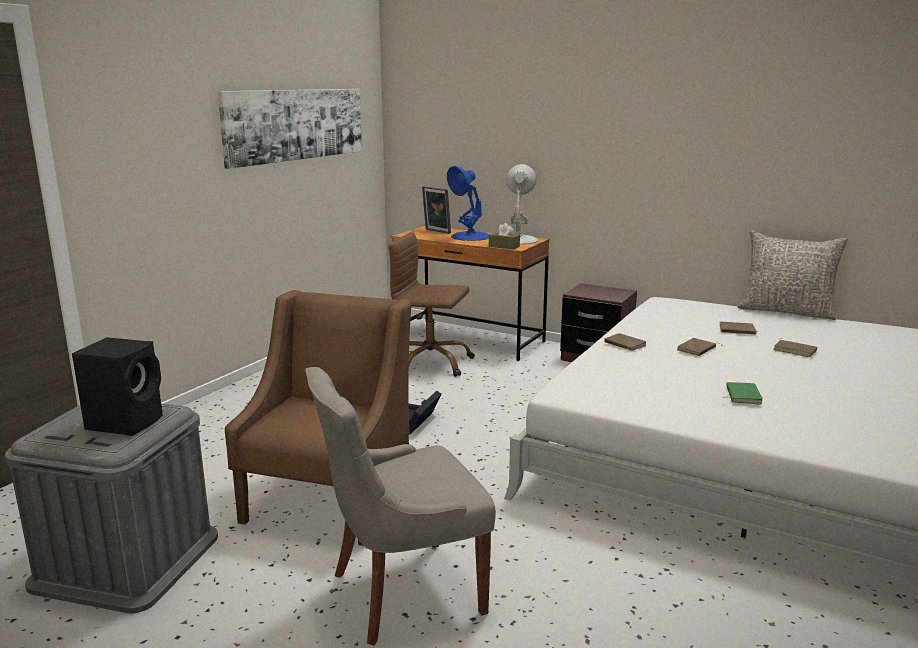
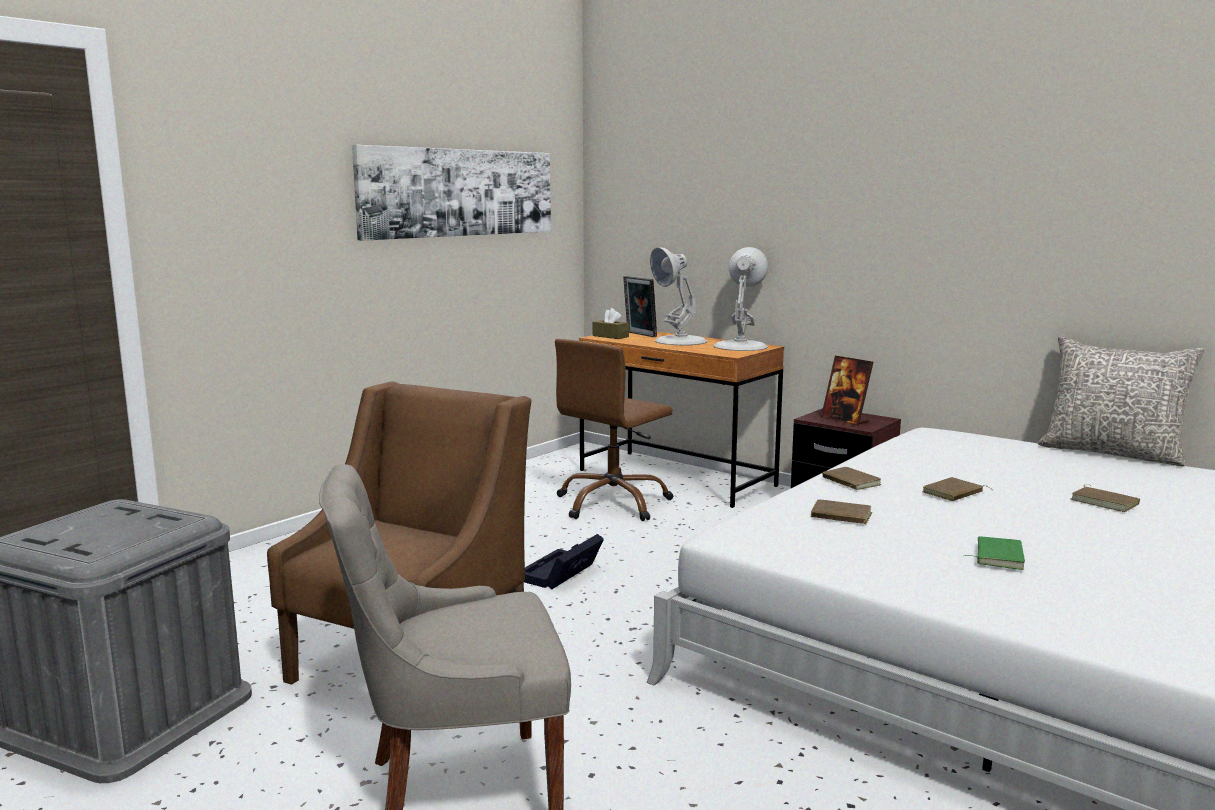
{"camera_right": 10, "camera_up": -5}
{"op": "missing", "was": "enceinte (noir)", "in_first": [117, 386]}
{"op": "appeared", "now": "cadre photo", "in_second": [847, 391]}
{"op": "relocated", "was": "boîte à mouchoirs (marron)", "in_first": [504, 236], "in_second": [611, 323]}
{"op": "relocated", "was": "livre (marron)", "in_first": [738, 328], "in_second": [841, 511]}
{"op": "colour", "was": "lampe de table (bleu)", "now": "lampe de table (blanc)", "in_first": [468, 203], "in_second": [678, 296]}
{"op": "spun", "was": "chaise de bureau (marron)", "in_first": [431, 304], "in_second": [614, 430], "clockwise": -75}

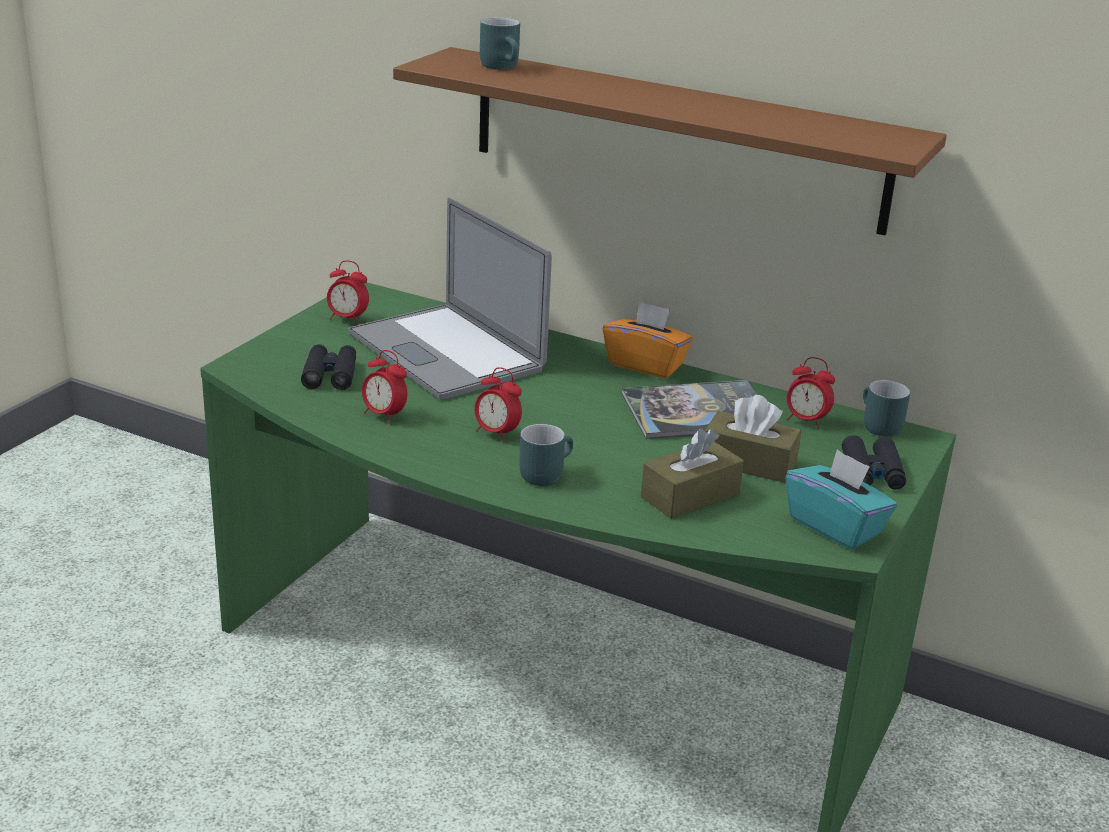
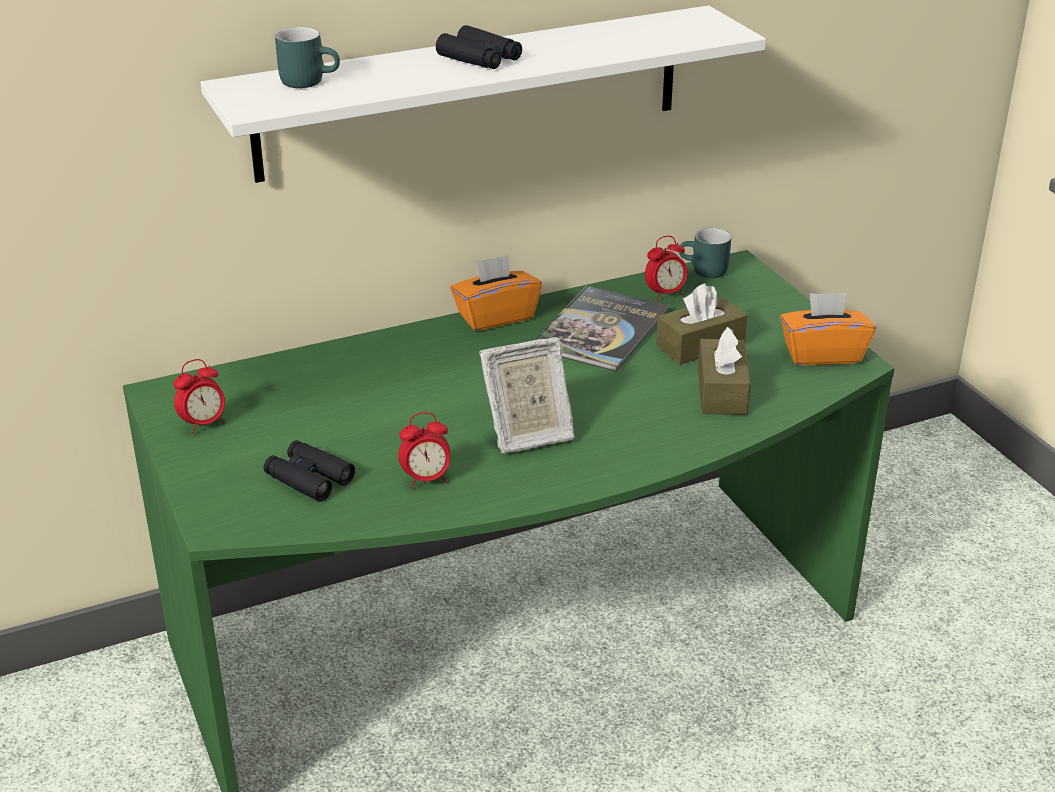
{"camera_right": -50, "camera_up": 5}
{"op": "missing", "was": "ordinateur portable", "in_first": [450, 298]}
{"op": "missing", "was": "mug (turquoise)", "in_first": [546, 455]}
{"op": "relocated", "was": "jumelles (noir)", "in_first": [874, 462], "in_second": [479, 47]}
{"op": "exchanged", "was": "réveil", "now": "cadre photo", "in_first": [498, 404], "in_second": [527, 395]}
{"op": "colour", "was": "étagère (marron)", "now": "étagère (blanc)", "in_first": [670, 141], "in_second": [483, 94]}
{"op": "colour", "was": "boîte à mouchoirs (turquoise)", "now": "boîte à mouchoirs (orange)", "in_first": [841, 499], "in_second": [827, 328]}

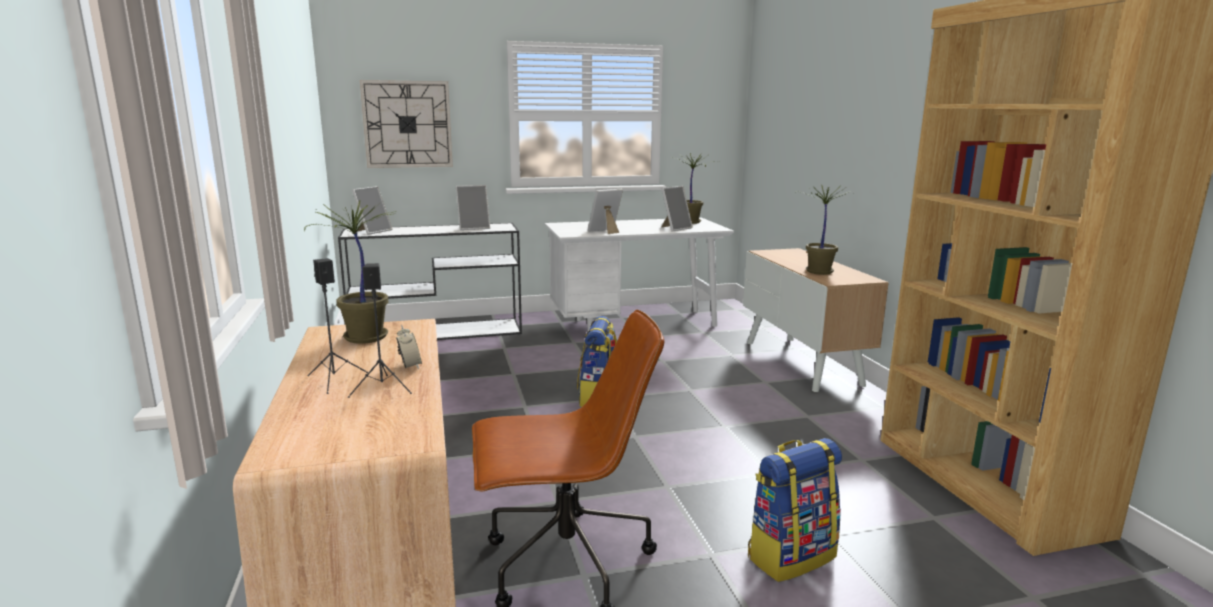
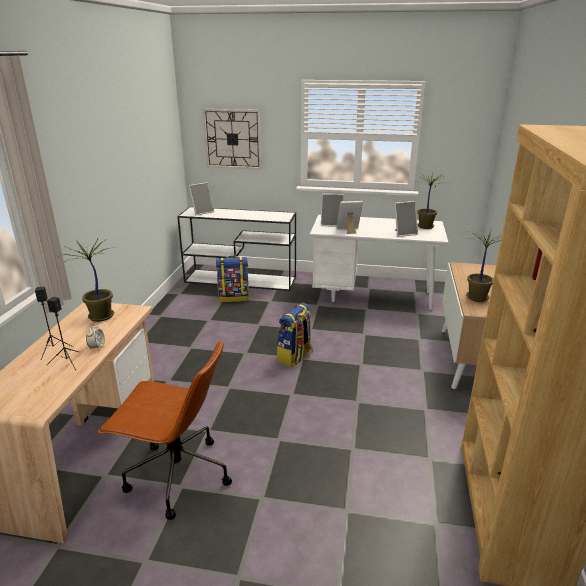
{"camera_right": 25, "camera_up": 10}
{"op": "relocated", "was": "cadre photo", "in_first": [473, 207], "in_second": [332, 210]}
{"op": "relocated", "was": "sac à dos", "in_first": [795, 510], "in_second": [232, 279]}

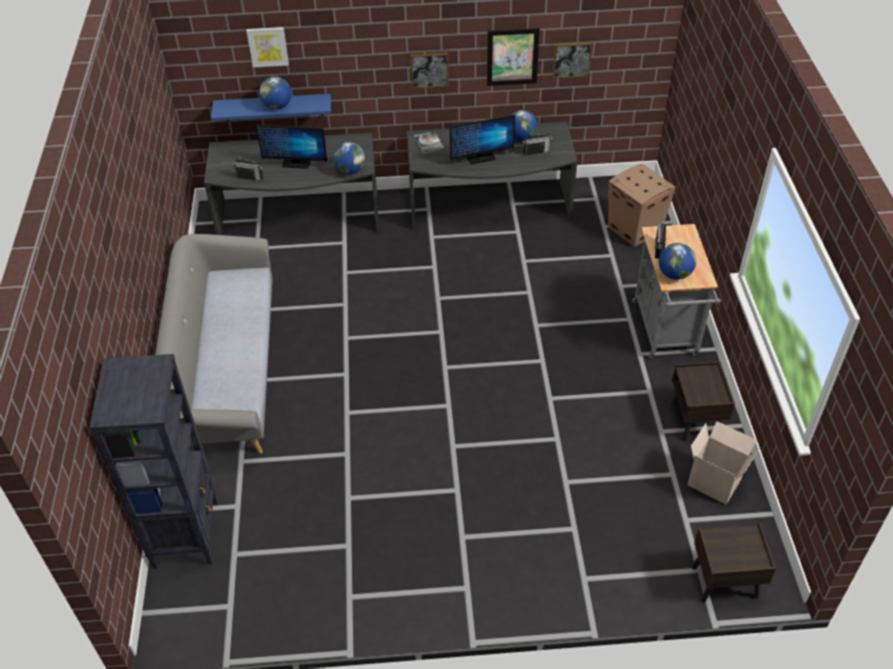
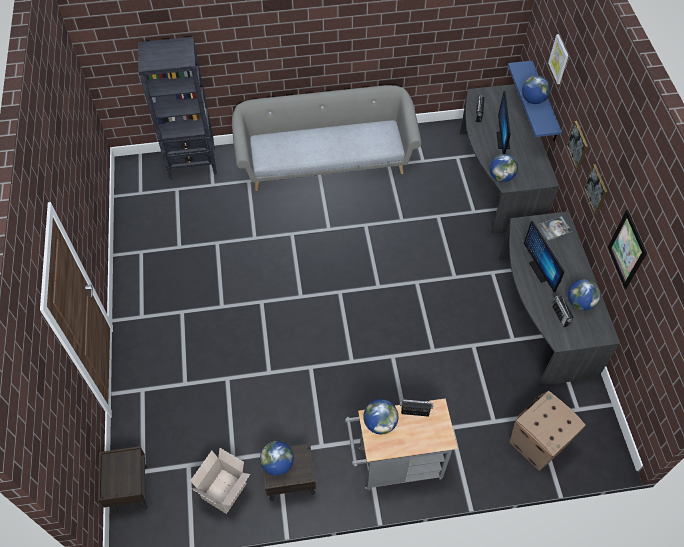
{"camera_right": 85, "camera_up": 10}
{"op": "appeared", "now": "globe", "in_second": [277, 458]}
{"op": "relocated", "was": "tableau", "in_first": [572, 60], "in_second": [577, 145]}

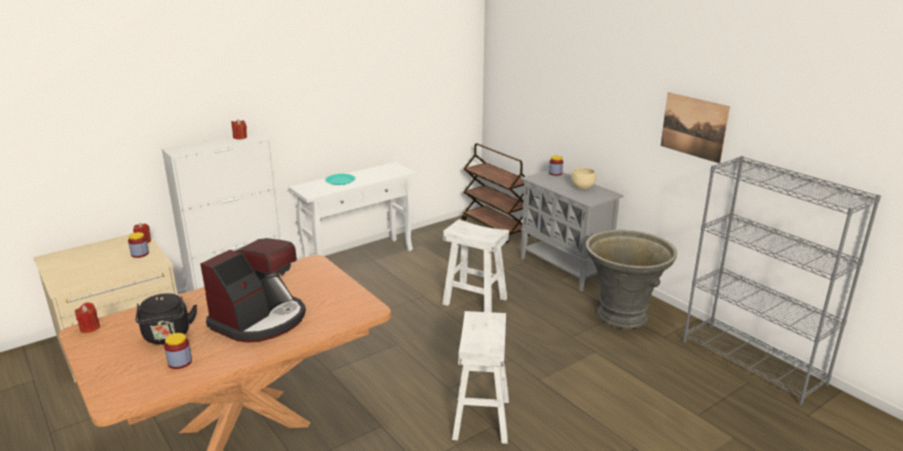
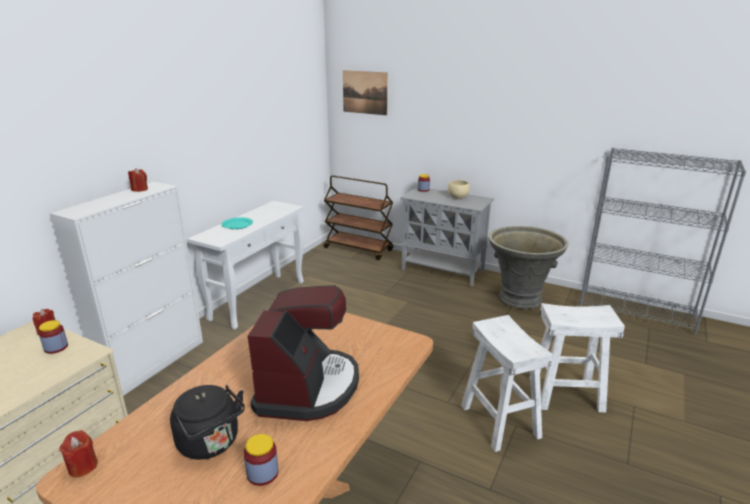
{"camera_right": -25, "camera_up": 0}
{"op": "relocated", "was": "tabouret (blanc)", "in_first": [475, 265], "in_second": [577, 357]}
{"op": "relocated", "was": "tableau", "in_first": [695, 128], "in_second": [365, 92]}

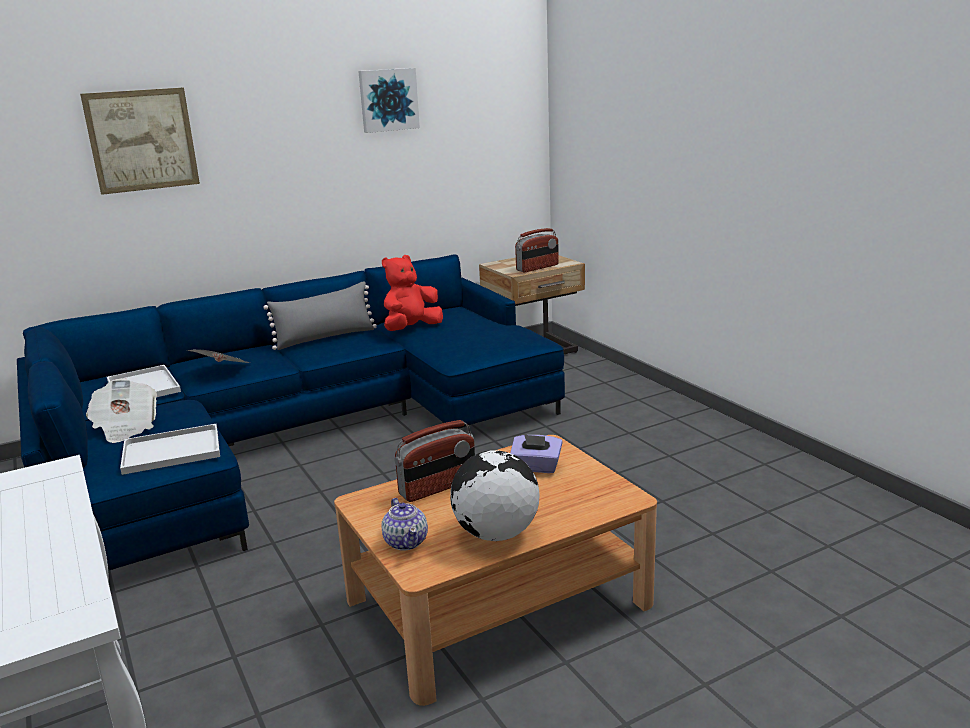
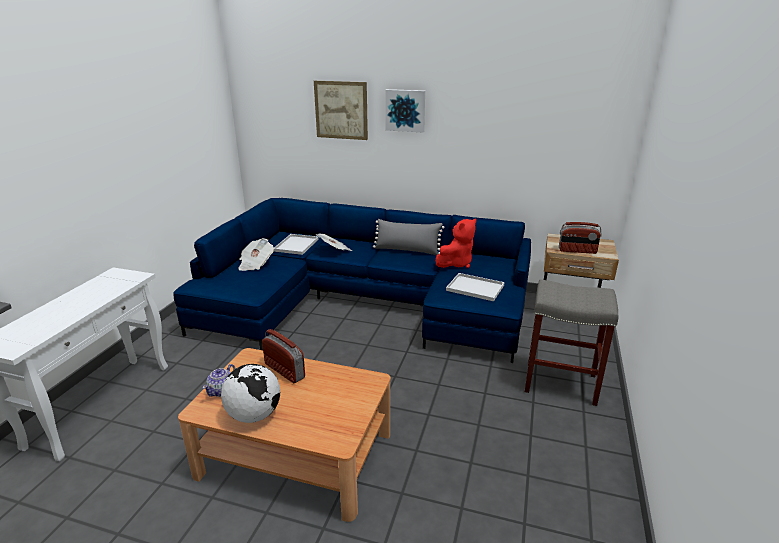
{"camera_right": 45, "camera_up": 5}
{"op": "missing", "was": "boîte à mouchoirs (violet)", "in_first": [536, 453]}
{"op": "appeared", "now": "tabouret (gris)", "in_second": [571, 343]}
{"op": "relocated", "was": "plateau (blanc)", "in_first": [170, 449], "in_second": [475, 287]}
{"op": "relocated", "was": "tableau", "in_first": [389, 100], "in_second": [405, 110]}
{"op": "spun", "was": "peluche (rouge)", "in_first": [412, 293], "in_second": [456, 243], "clockwise": 135}
{"op": "spun", "was": "radio", "in_first": [435, 461], "in_second": [283, 356], "clockwise": -150}

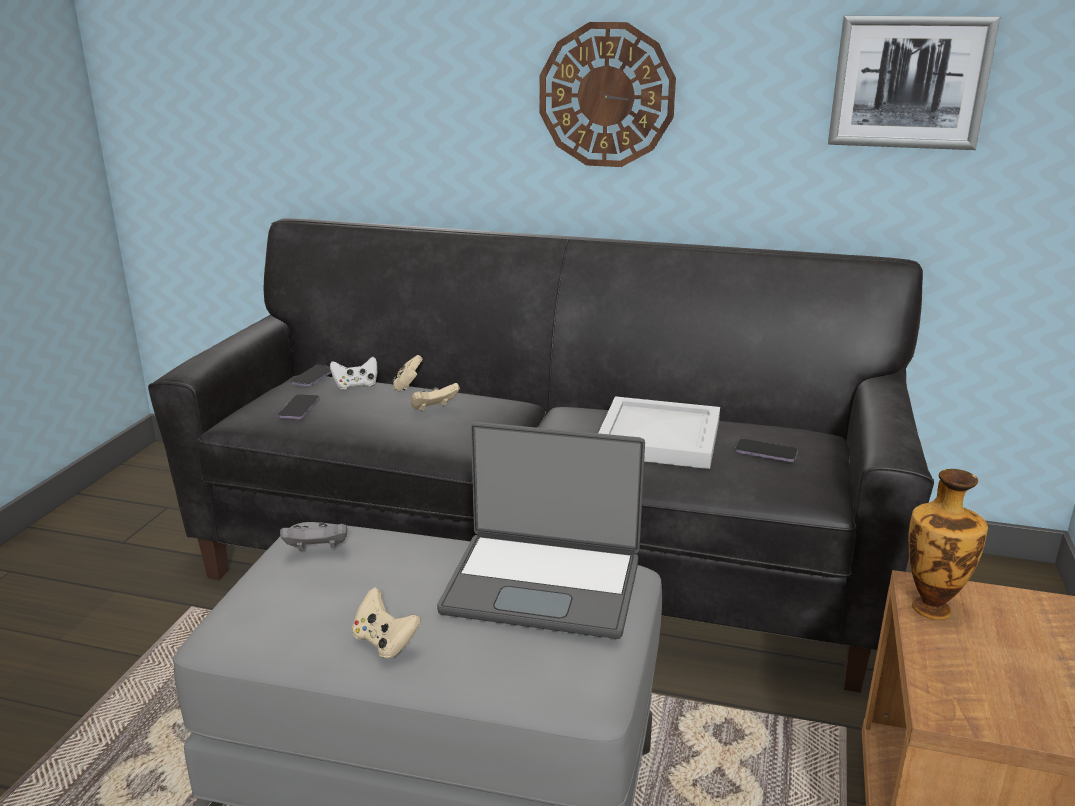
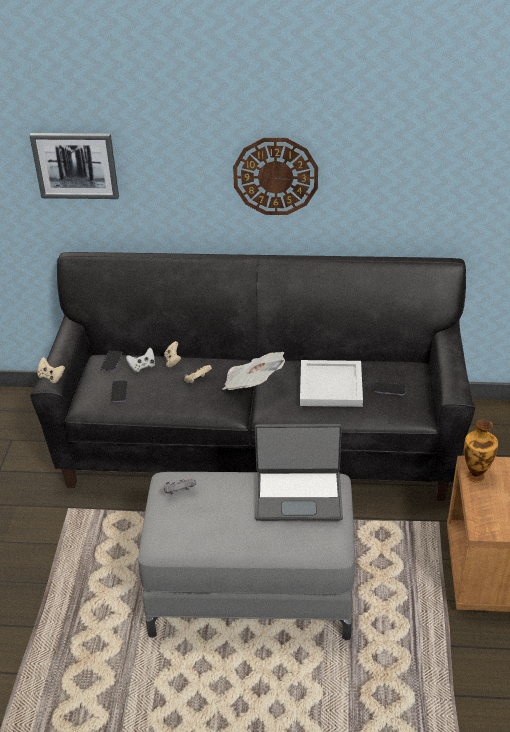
{"camera_right": -10, "camera_up": 15}
{"op": "appeared", "now": "journal", "in_second": [254, 371]}
{"op": "relocated", "was": "manette (beige)", "in_first": [386, 623], "in_second": [51, 370]}
{"op": "relocated", "was": "tableau", "in_first": [914, 83], "in_second": [74, 166]}

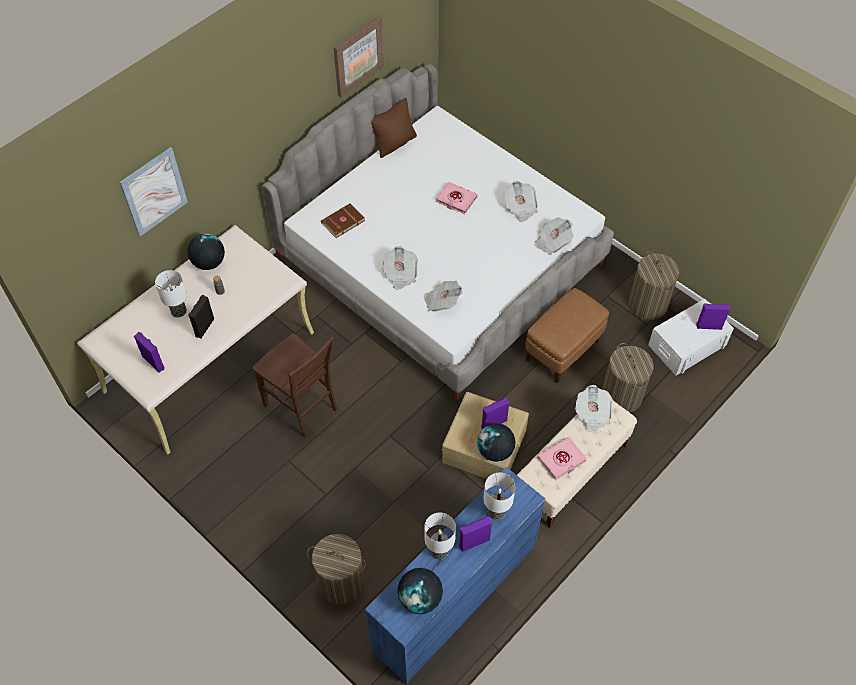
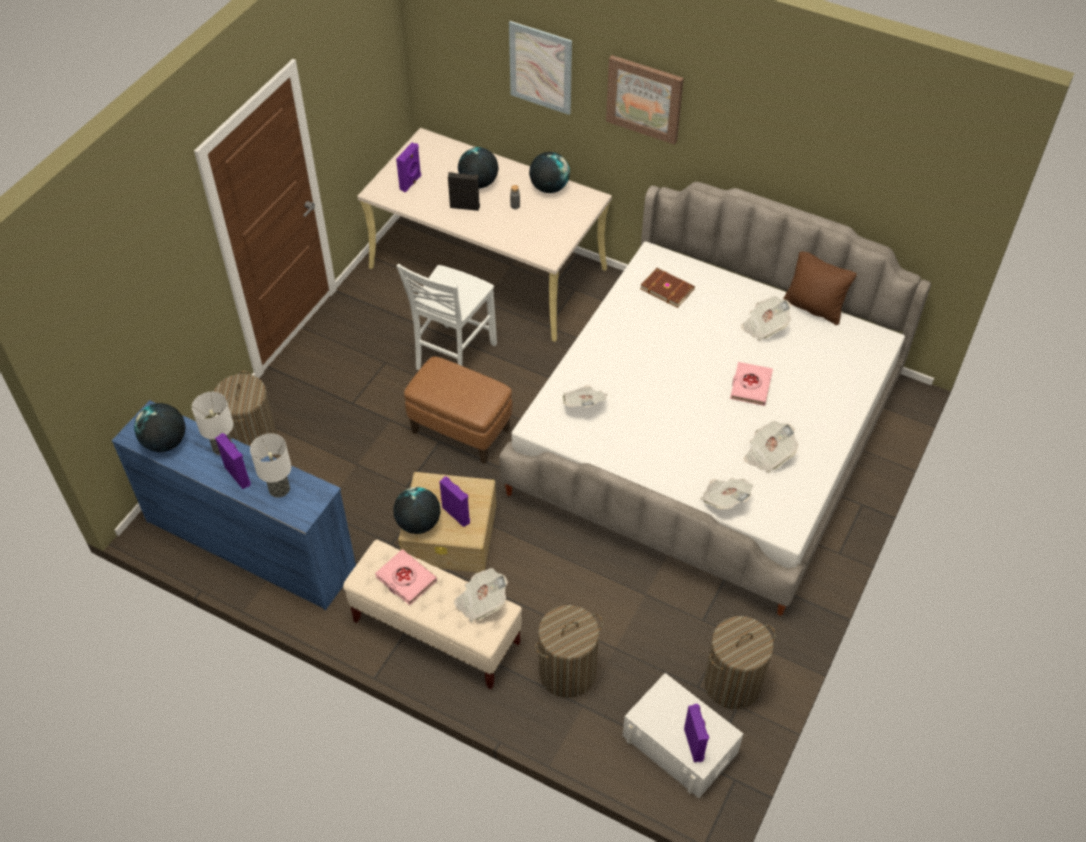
{"camera_right": 75, "camera_up": -5}
{"op": "relocated", "was": "tableau", "in_first": [358, 57], "in_second": [645, 100]}
{"op": "relocated", "was": "journal", "in_first": [400, 268], "in_second": [766, 318]}
{"op": "relocated", "was": "pouf (marron)", "in_first": [567, 335], "in_second": [458, 410]}
{"op": "exchanged", "was": "lampe de table", "now": "globe", "in_first": [171, 294], "in_second": [478, 167]}
{"op": "colour", "was": "chaise (marron)", "now": "chaise (blanc)", "in_first": [295, 385], "in_second": [446, 316]}

